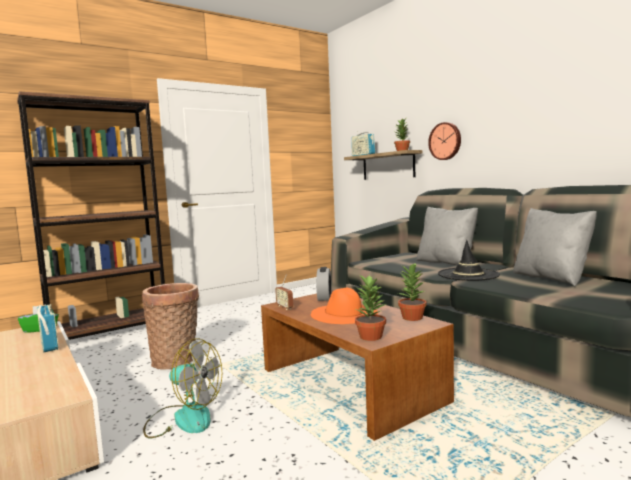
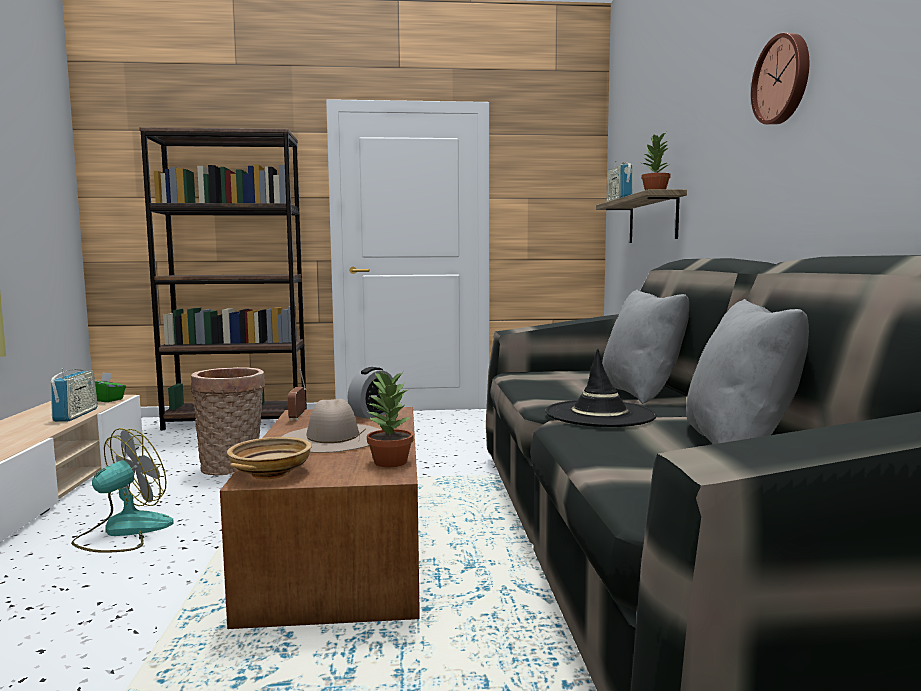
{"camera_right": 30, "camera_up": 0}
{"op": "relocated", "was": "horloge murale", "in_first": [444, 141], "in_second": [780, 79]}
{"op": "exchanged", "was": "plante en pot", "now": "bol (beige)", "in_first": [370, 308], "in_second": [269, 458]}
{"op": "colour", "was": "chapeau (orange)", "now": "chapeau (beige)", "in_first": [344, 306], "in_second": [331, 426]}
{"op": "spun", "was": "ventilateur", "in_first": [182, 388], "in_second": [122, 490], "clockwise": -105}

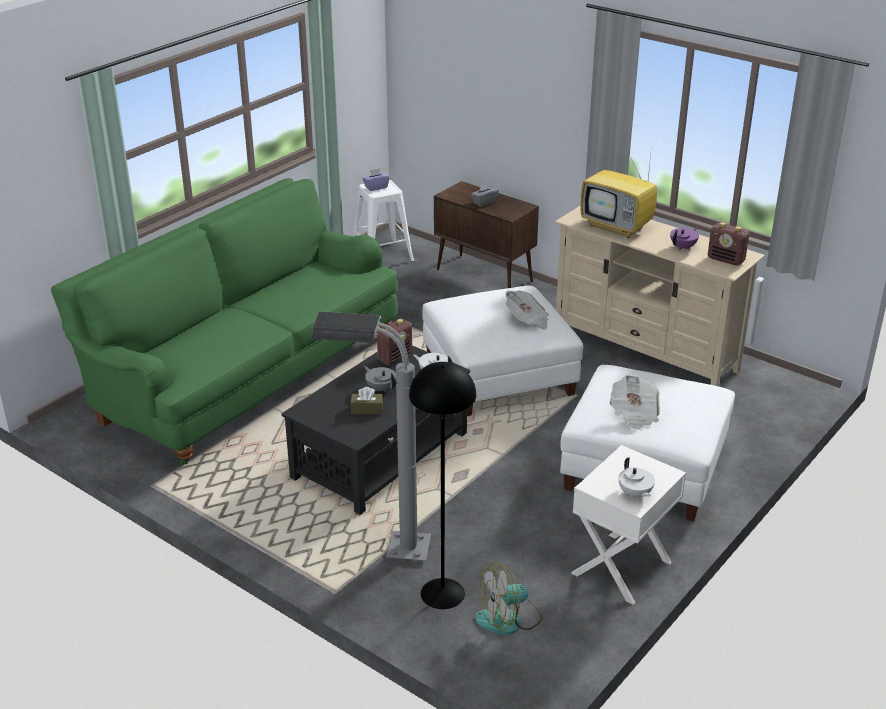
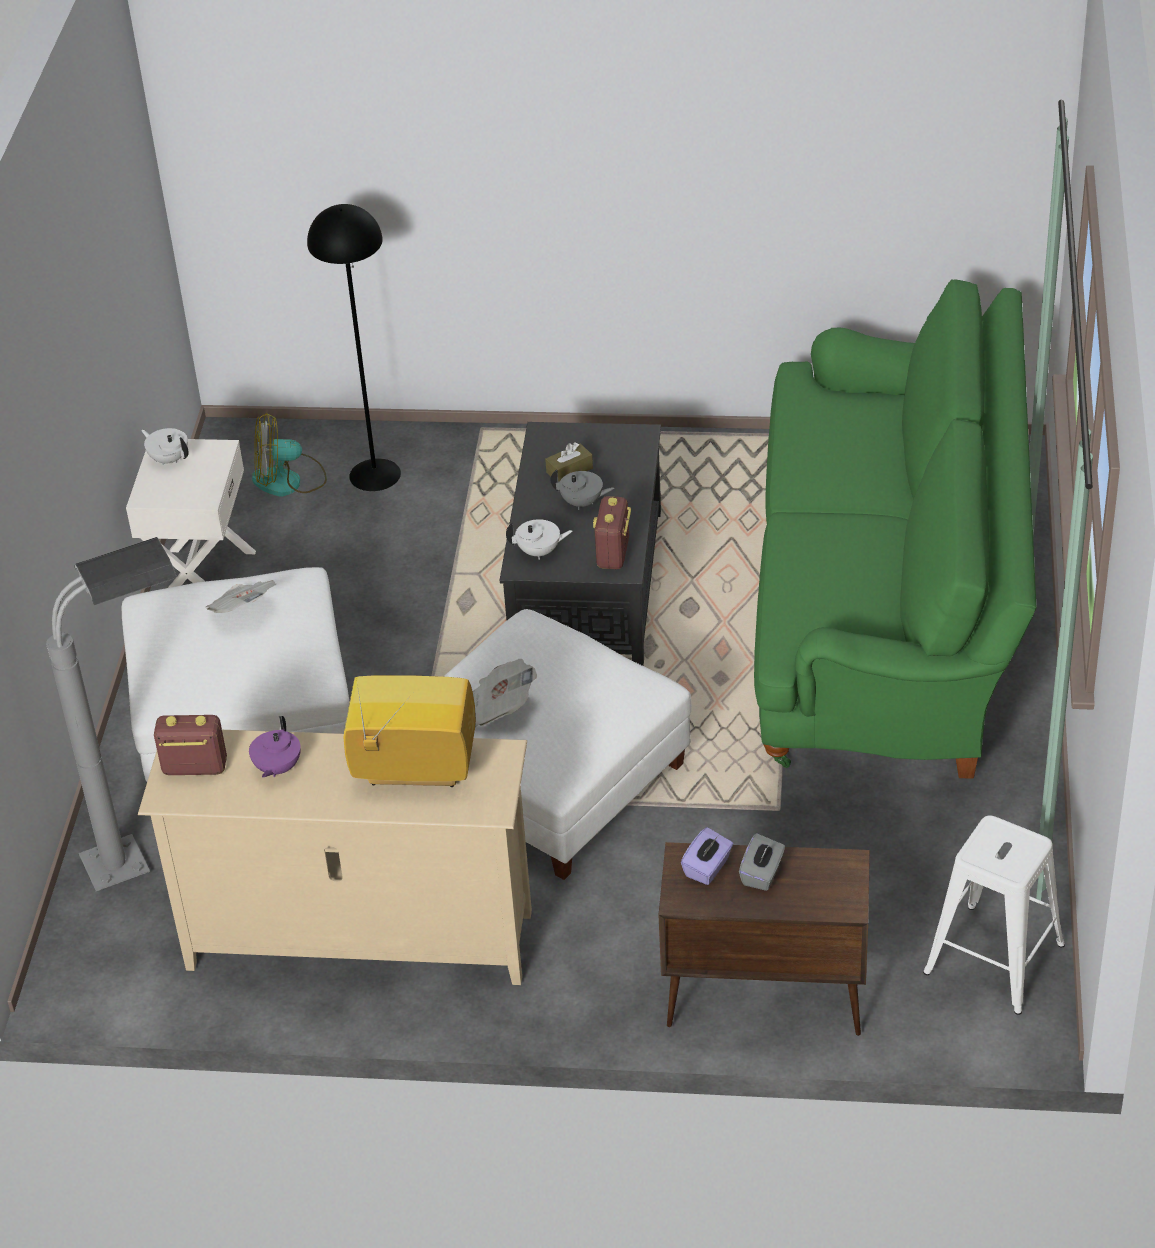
{"camera_right": 150, "camera_up": 10}
{"op": "relocated", "was": "lampadaire (gris)", "in_first": [371, 436], "in_second": [111, 714]}
{"op": "relocated", "was": "boîte à mouchoirs (violet)", "in_first": [376, 179], "in_second": [707, 856]}
{"op": "spun", "was": "ventilateur", "in_first": [508, 599], "in_second": [289, 454], "clockwise": -135}

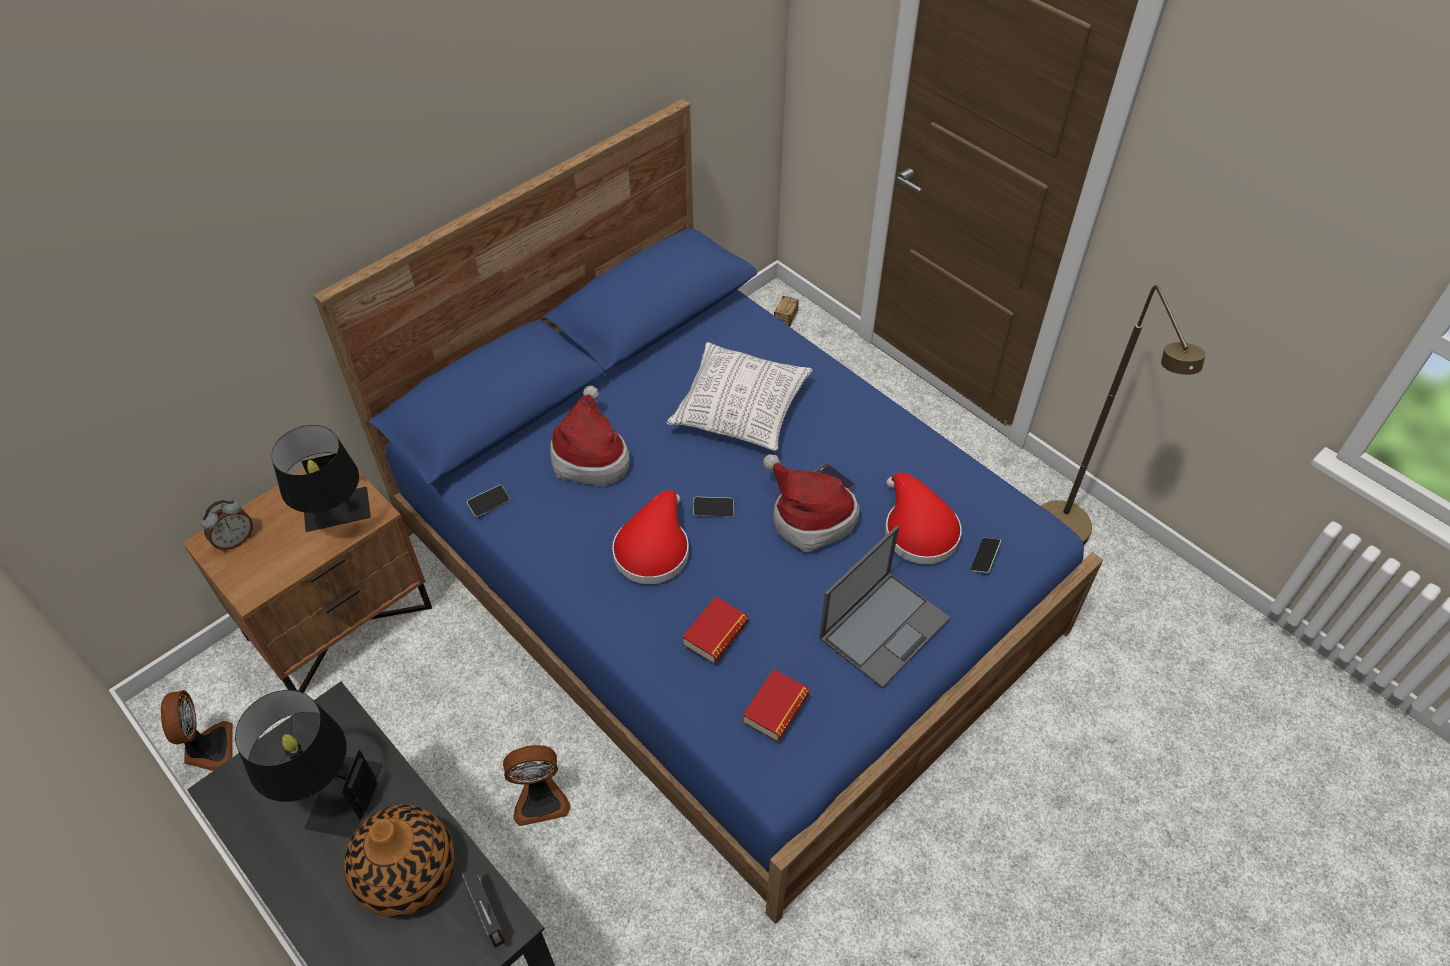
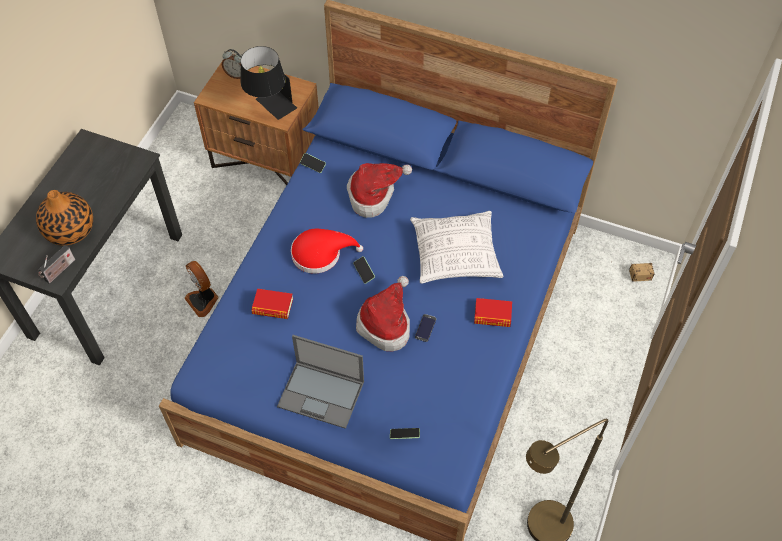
{"camera_right": 65, "camera_up": 5}
{"op": "missing", "was": "ventilateur", "in_first": [197, 730]}
{"op": "missing", "was": "lampe de table (noir)", "in_first": [309, 764]}
{"op": "missing", "was": "chapeau (rouge)", "in_first": [923, 518]}
{"op": "relocated", "was": "livre", "in_first": [776, 705], "in_second": [493, 312]}

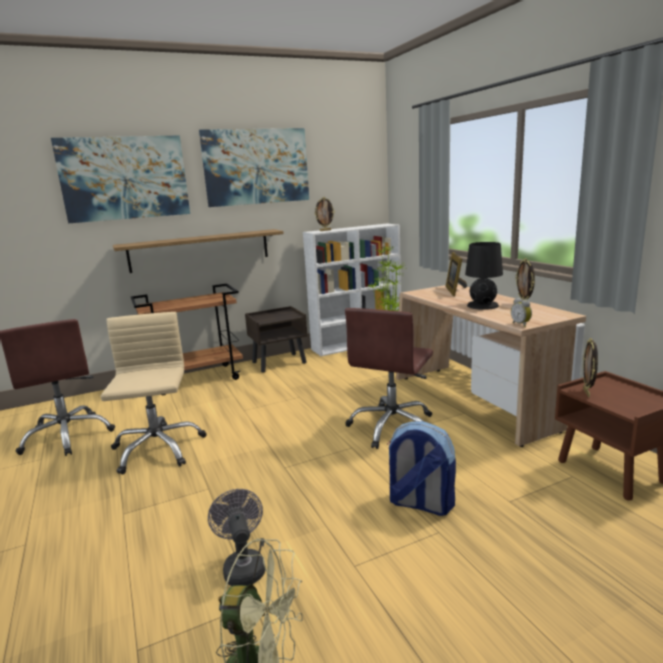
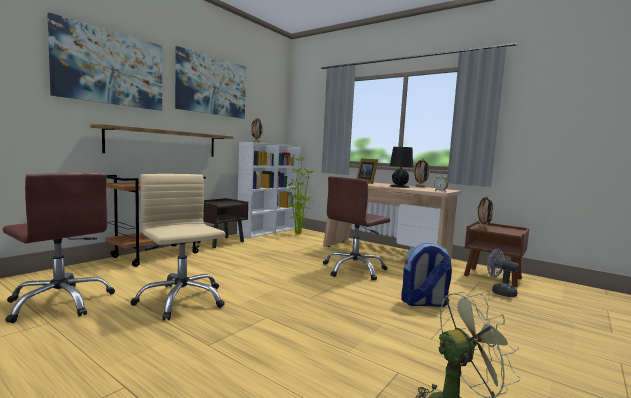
{"camera_right": -30, "camera_up": -10}
{"op": "relocated", "was": "ventilateur (gris)", "in_first": [236, 537], "in_second": [503, 273]}
{"op": "spun", "was": "chaise de bureau (marron)", "in_first": [389, 378], "in_second": [356, 229], "clockwise": 45}

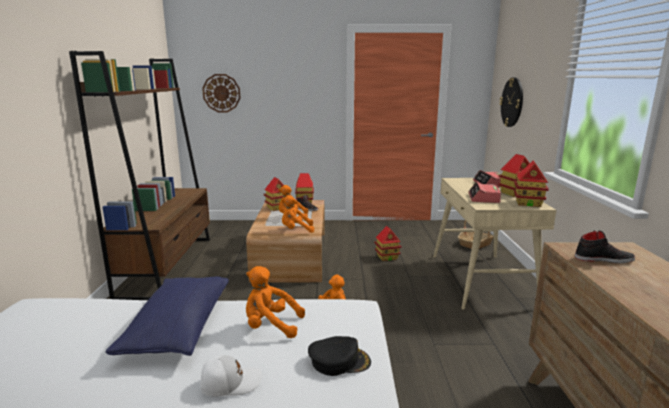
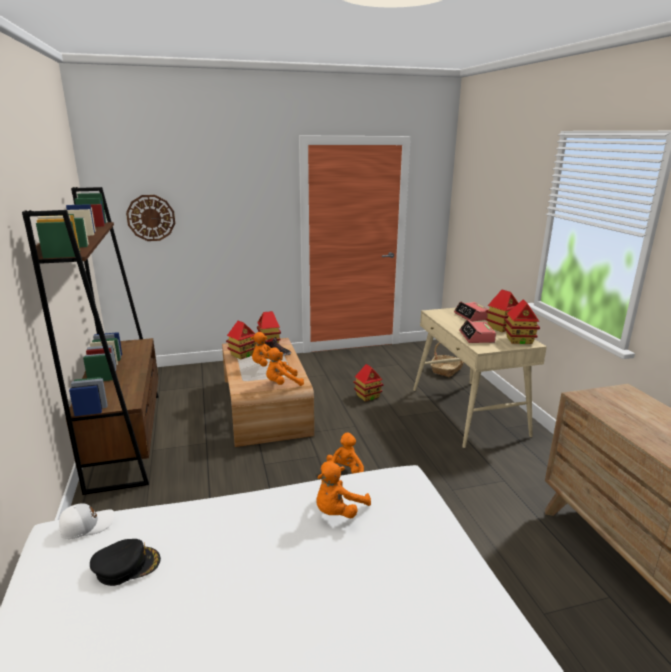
{"camera_right": -15, "camera_up": 5}
{"op": "missing", "was": "coussin (bleu)", "in_first": [167, 316]}
{"op": "missing", "was": "horloge murale", "in_first": [511, 102]}
{"op": "missing", "was": "chaussure (noir)", "in_first": [605, 246]}
{"op": "relocated", "was": "casquette (blanc)", "in_first": [231, 376], "in_second": [86, 521]}
{"op": "relocated", "was": "casquette (noir)", "in_first": [339, 356], "in_second": [125, 562]}
{"op": "spun", "was": "peluche (orange)", "in_first": [275, 302], "in_second": [343, 489], "clockwise": -45}

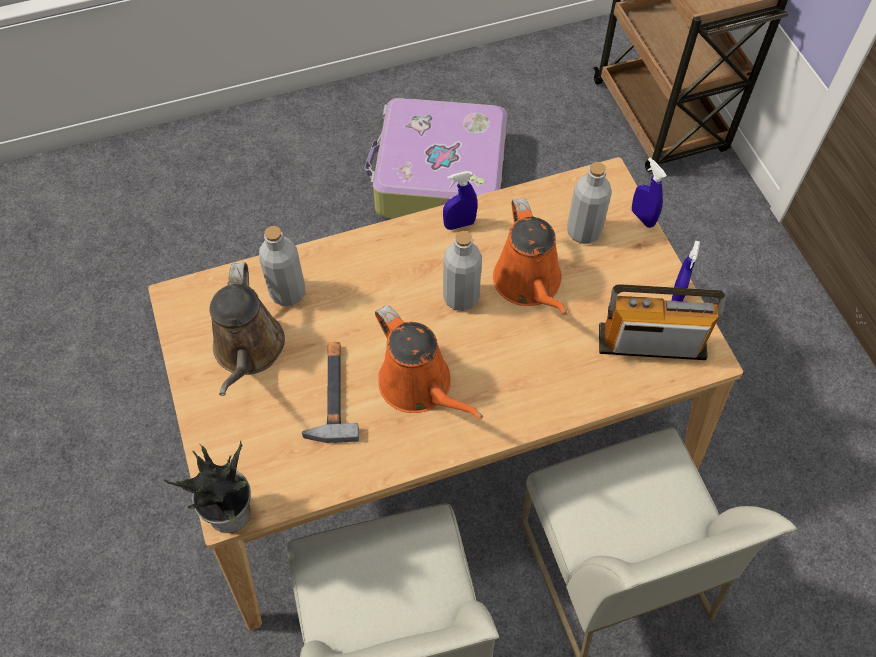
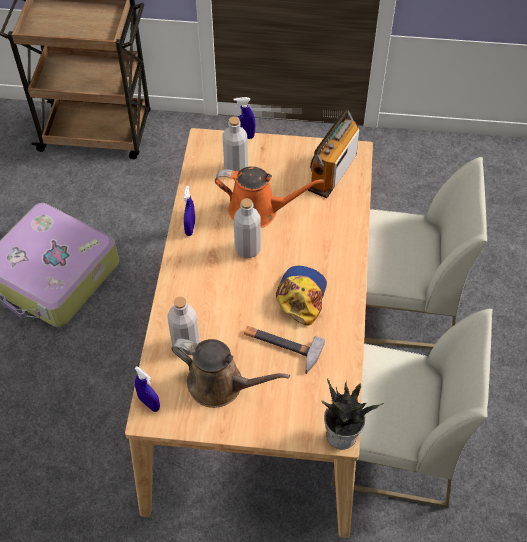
{"camera_right": -65, "camera_up": -5}
{"op": "relocated", "was": "vaporisateur (bleu)", "in_first": [685, 270], "in_second": [147, 389]}
{"op": "exchanged", "was": "arrosoir (orange)", "now": "casquette", "in_first": [429, 362], "in_second": [301, 296]}

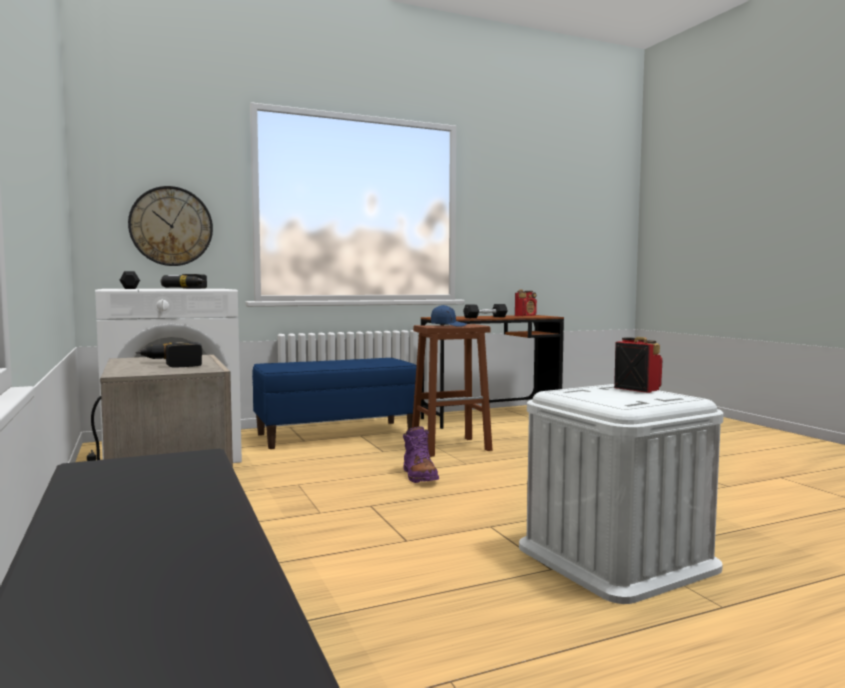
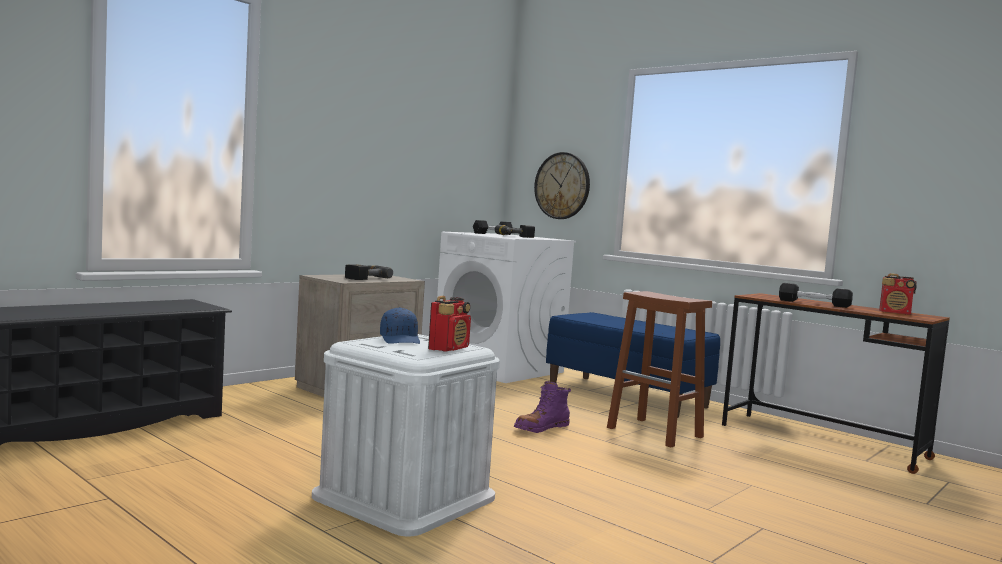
{"camera_right": 65, "camera_up": 0}
{"op": "relocated", "was": "casquette (bleu)", "in_first": [449, 316], "in_second": [400, 325]}

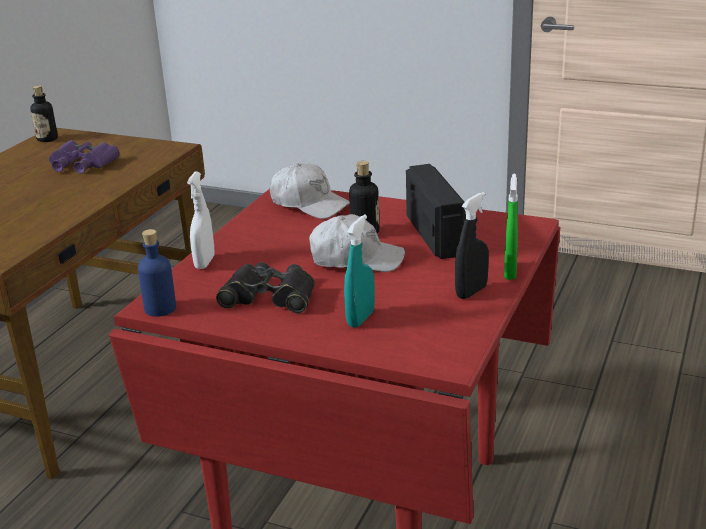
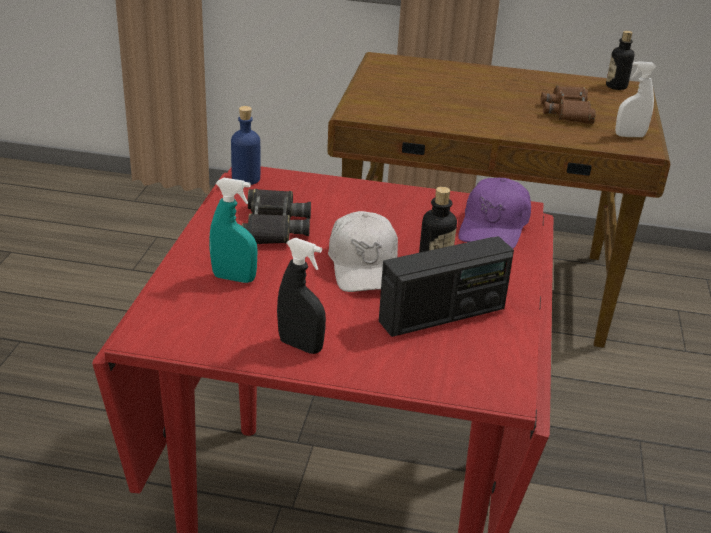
{"camera_right": 75, "camera_up": 5}
{"op": "missing", "was": "vaporisateur (vert)", "in_first": [511, 226]}
{"op": "relocated", "was": "vaporisateur (blanc)", "in_first": [201, 220], "in_second": [636, 99]}
{"op": "colour", "was": "jumelles (violet)", "now": "jumelles (marron)", "in_first": [84, 157], "in_second": [568, 105]}
{"op": "colour", "was": "casquette (blanc)", "now": "casquette (violet)", "in_first": [310, 191], "in_second": [494, 213]}

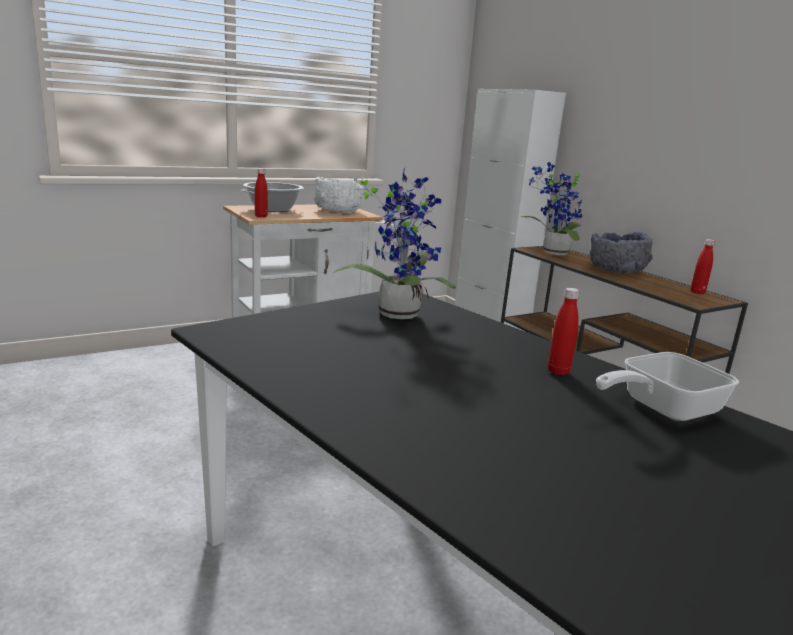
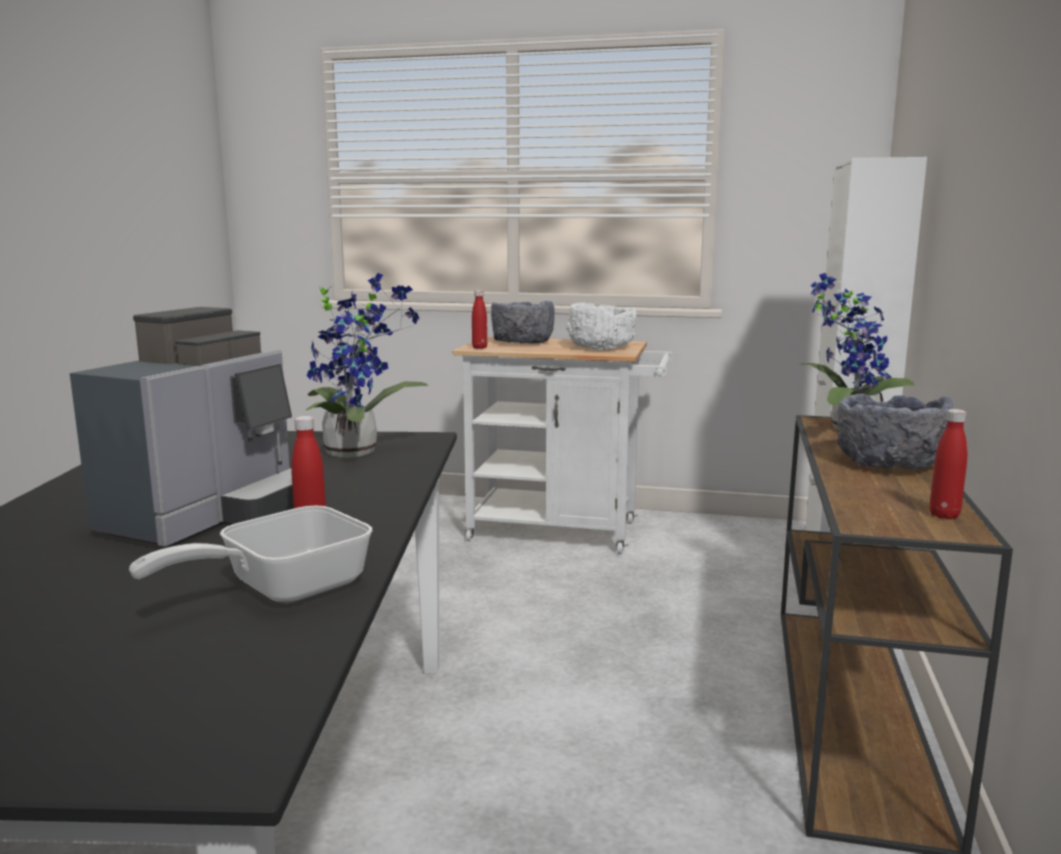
{"camera_right": 45, "camera_up": -5}
{"op": "appeared", "now": "machine à café", "in_second": [182, 427]}
{"op": "exchanged", "was": "marmite", "now": "bol (gris)", "in_first": [272, 197], "in_second": [523, 322]}
{"op": "spun", "was": "poêle", "in_first": [667, 386], "in_second": [250, 555], "clockwise": -60}

